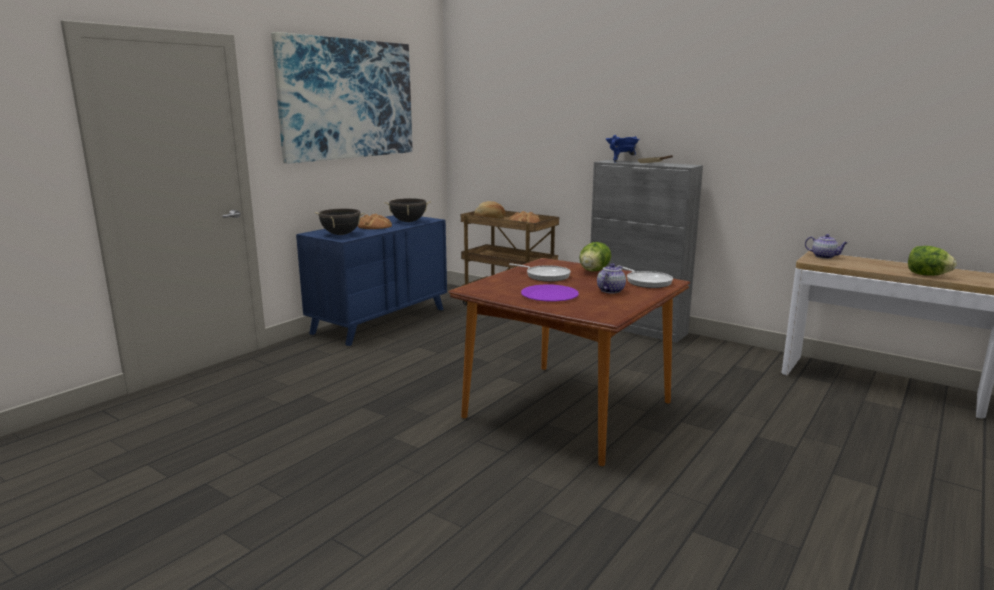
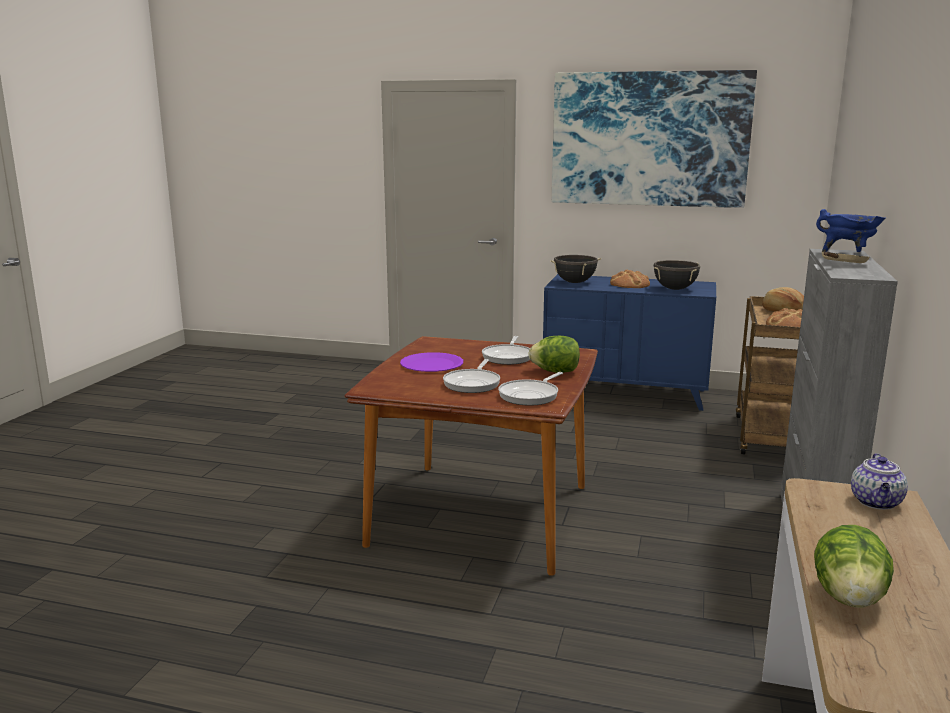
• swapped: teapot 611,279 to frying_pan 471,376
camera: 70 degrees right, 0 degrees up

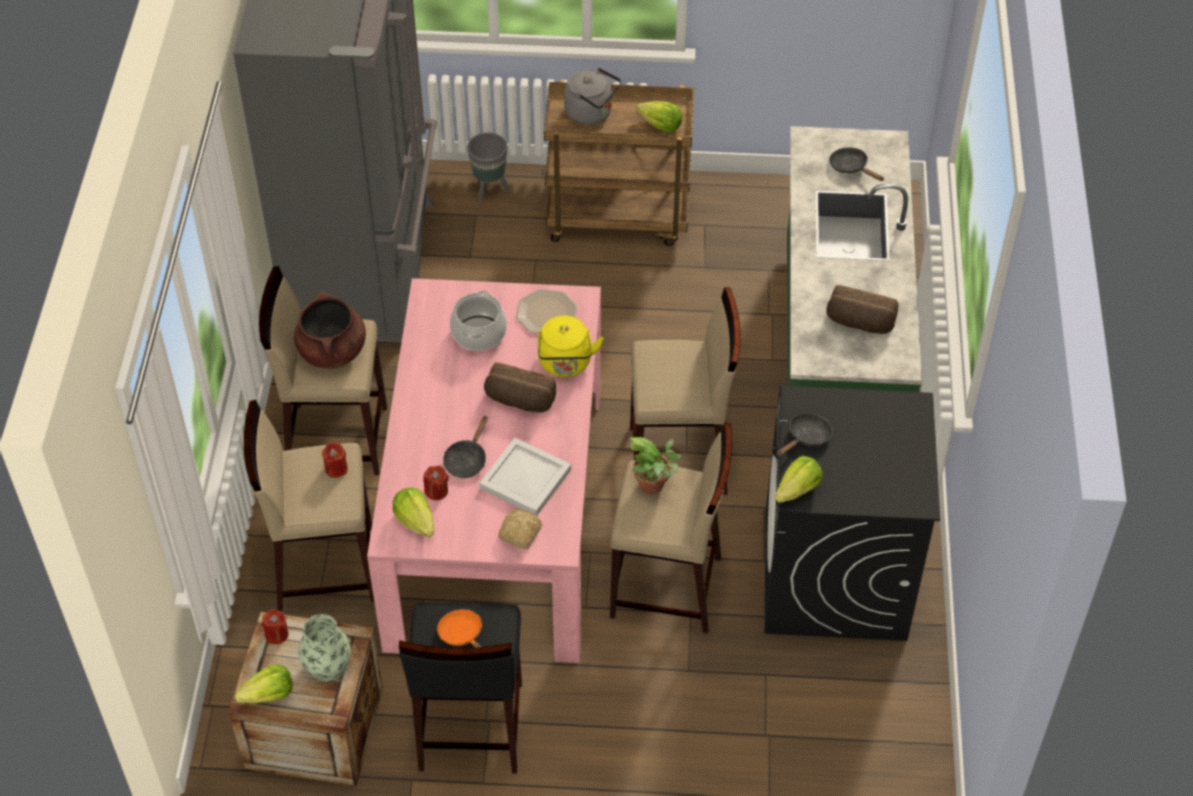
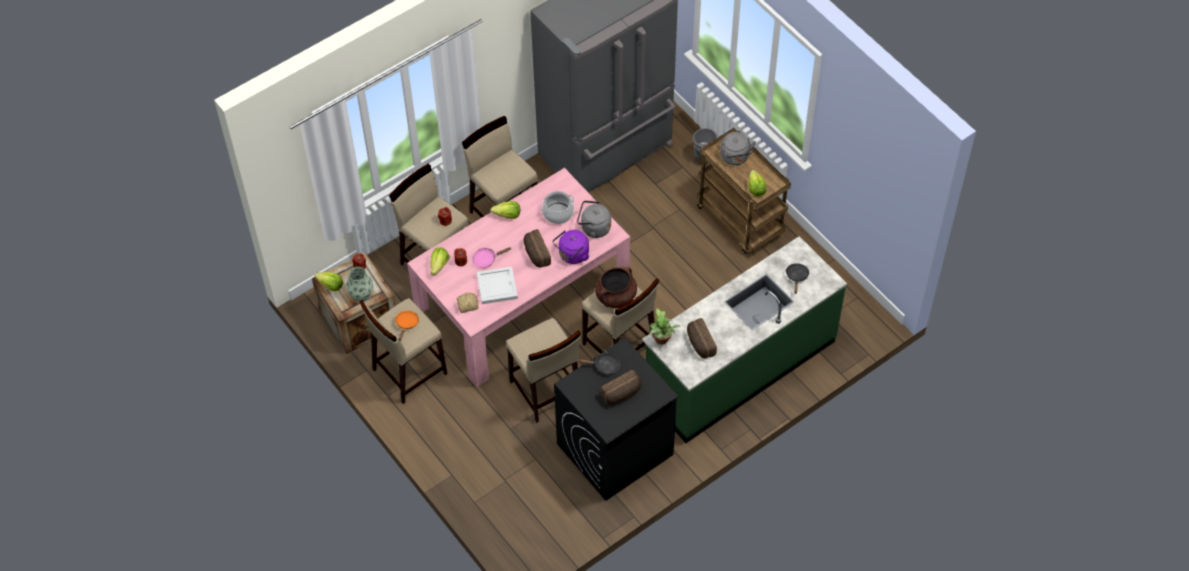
• swapped: plate 546,311 to grey_kettle 594,219
• shifted: brown_cooking_pot 330,330 to 616,287
• repainted: yellow_kettle 570,346 to purple_kettle 571,247
• repainted: black_frying_pan 465,446 to pink_frying_pan 492,257
• shifted: potted_plant 655,465 to 665,326
• shifted: lettuce 798,479 to 505,210
• repainted: black_stool 460,688 to beige_stool 403,351
• new: bread 621,387
camera: 50 degrees right, 5 degrees up

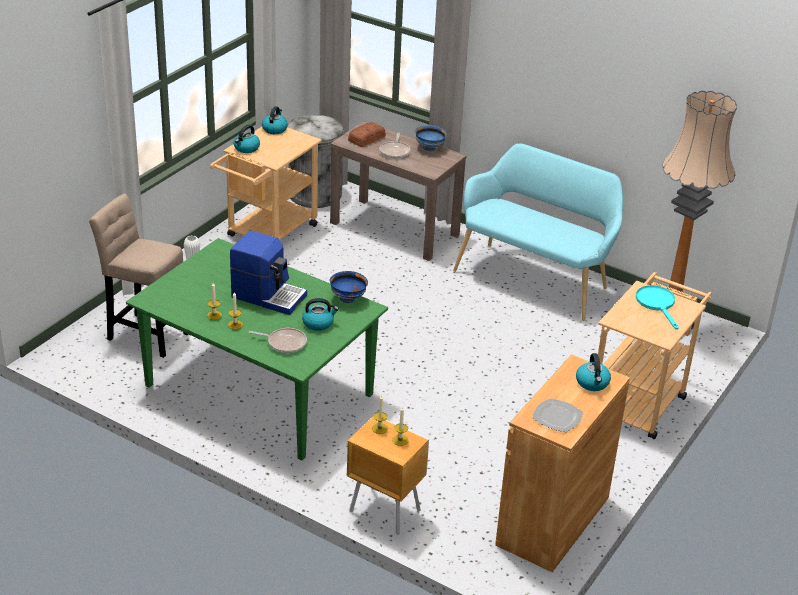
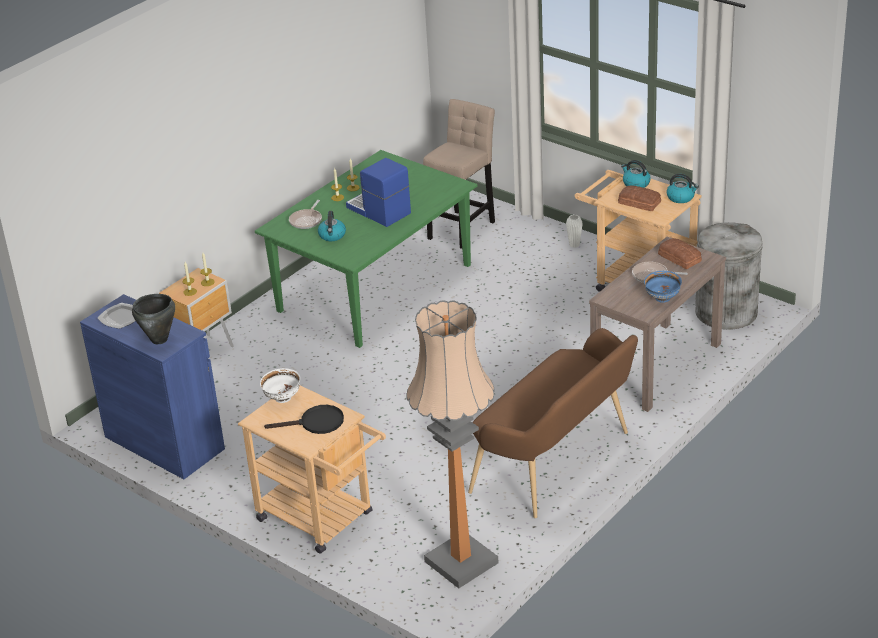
• repainted: turquoise_bench 538,232 to brown_bench 553,423
• rotated: coffee_machine 268,273 = 378,192 105 degrees clockwise
• gone: blue_bowl 349,287
• repainted: turquoise_frying_pan 657,307 to black_frying_pan 304,419
• swapped: kettle 593,372 to black_cooking_pot 153,319
• repainted: brown_cabinet 562,463 to blue_cabinet 152,386
• new: bread 639,198
• new: white_bowl 280,385
camera: 100 degrees right, 0 degrees up

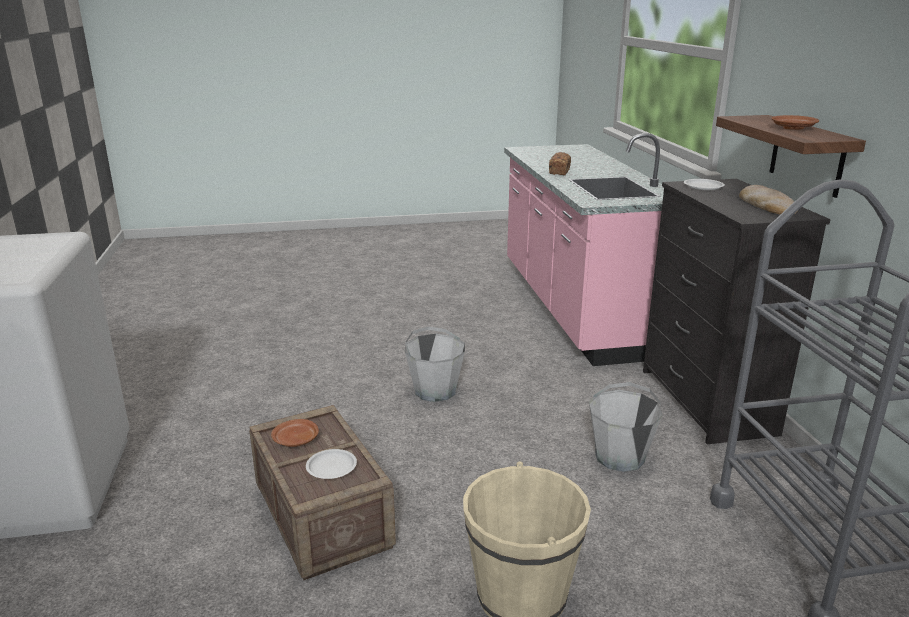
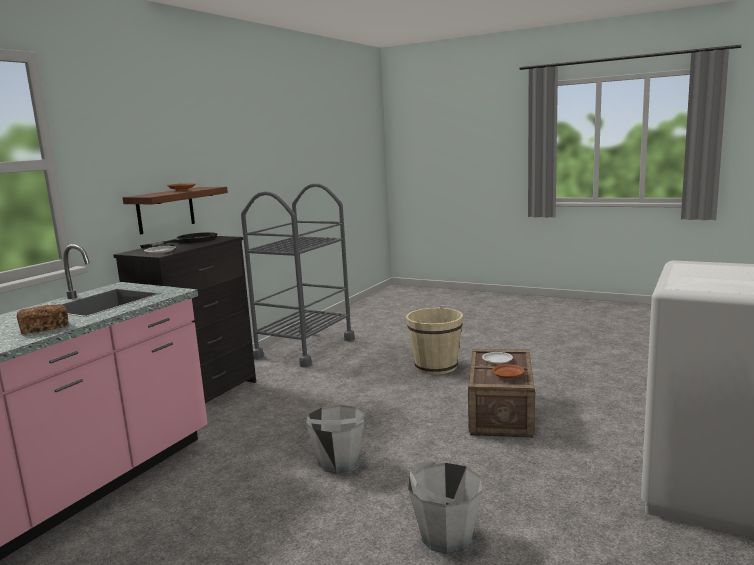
• swapped: bread 768,200 to black_frying_pan 178,240
• shifted: grey_bucket 626,427 to 445,508
camera: 140 degrees left, 10 degrees down

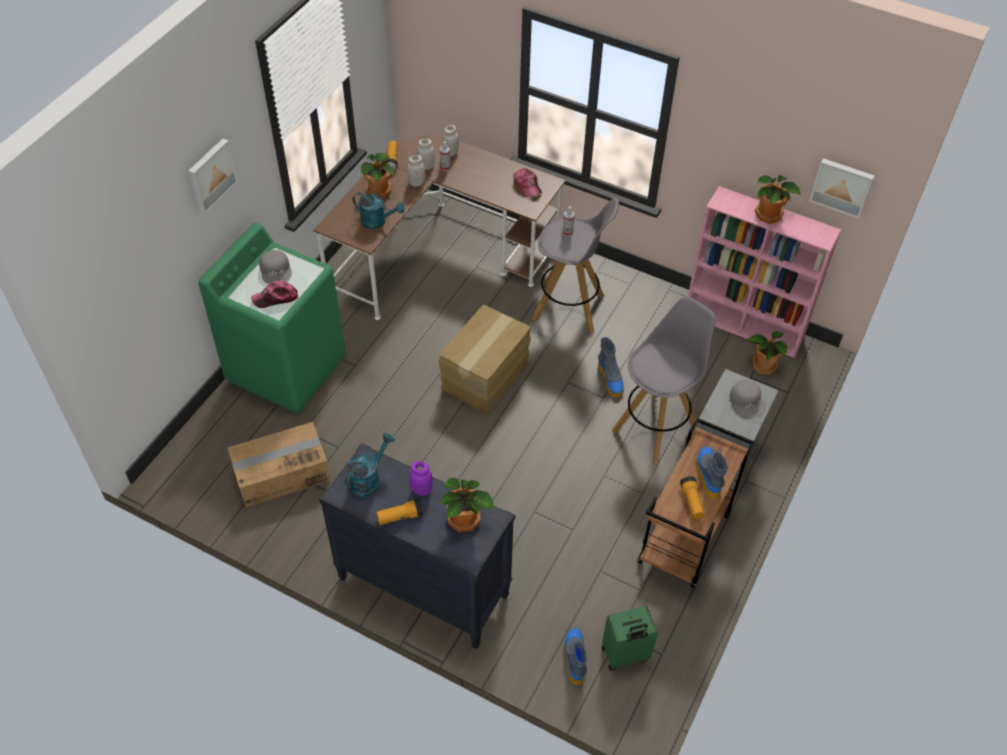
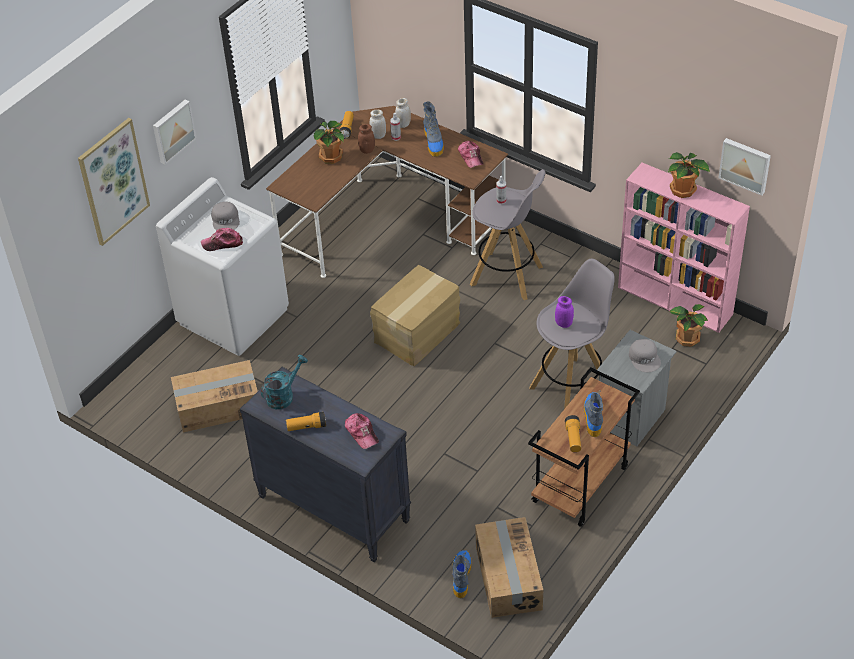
• repainted: white_jar 416,170 to brown_jar 366,139
• gone: turquoise_watering_can 379,210
• repainted: green_washing_machine 271,318 to white_washing_machine 222,266
• shifted: boot 611,367 to 433,129
• shifted: purple_jar 421,478 to 564,312
• swapped: potted_plant 466,505 to cap 362,431
• swapped: green_suitcase 630,638 to cardboard_box 509,567
• new: picture 114,182
camera: 10 degrees right, 5 degrees down

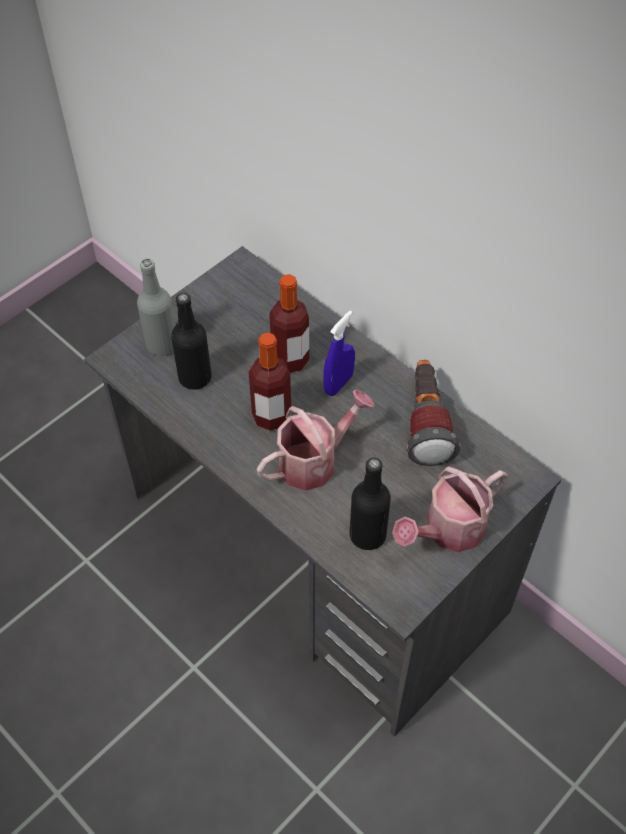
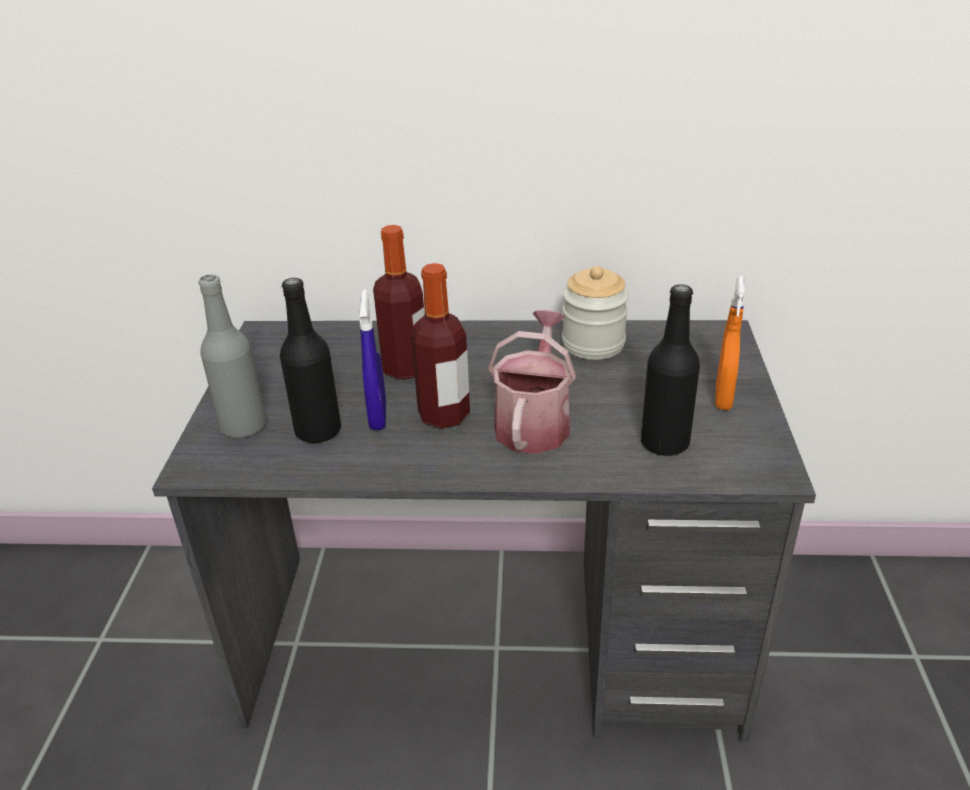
• shifted: blue_spray_bottle 339,353 to 372,359
• swapped: flashlight 433,413 to jar 595,313
• swapped: watering_can 450,509 to orange_spray_bottle 730,343
camera: 40 degrees left, 20 degrees down

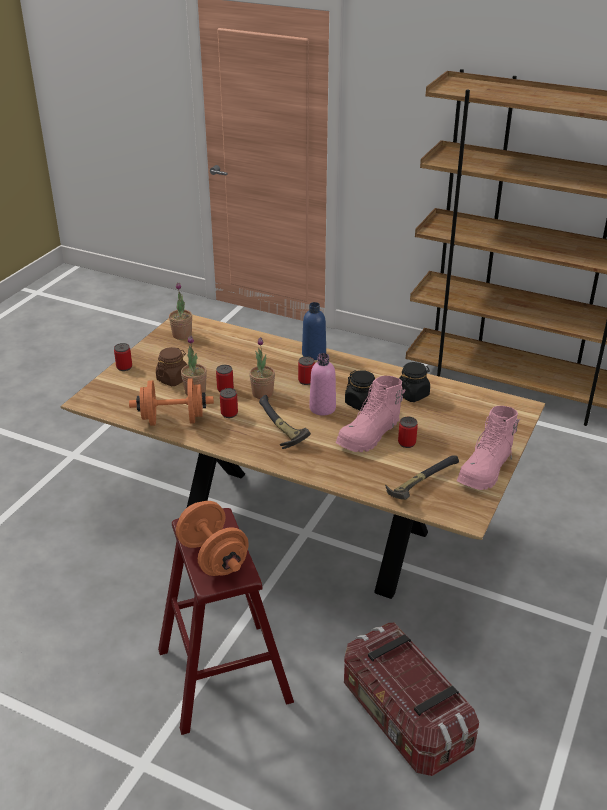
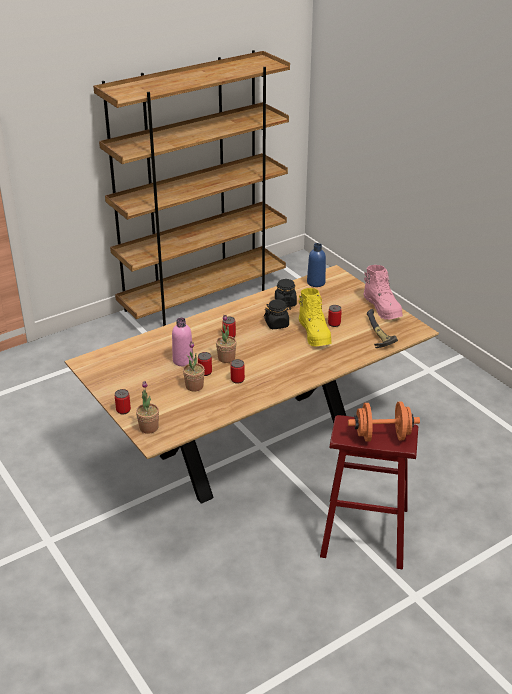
• shifted: potted_plant 180,311 to 147,407
• shifted: blue_bottle 314,331 to 316,265
• gone: brown_jar 171,366
• shifted: pink_bottle 322,384 to 183,342
• repainted: pink_boot 370,414 to yellow_boot 315,317
• gone: orange_dumbbell 171,402
• gone: hammer 285,422
• gone: storage_box 411,699
camera: 60 degrees left, 0 degrees up

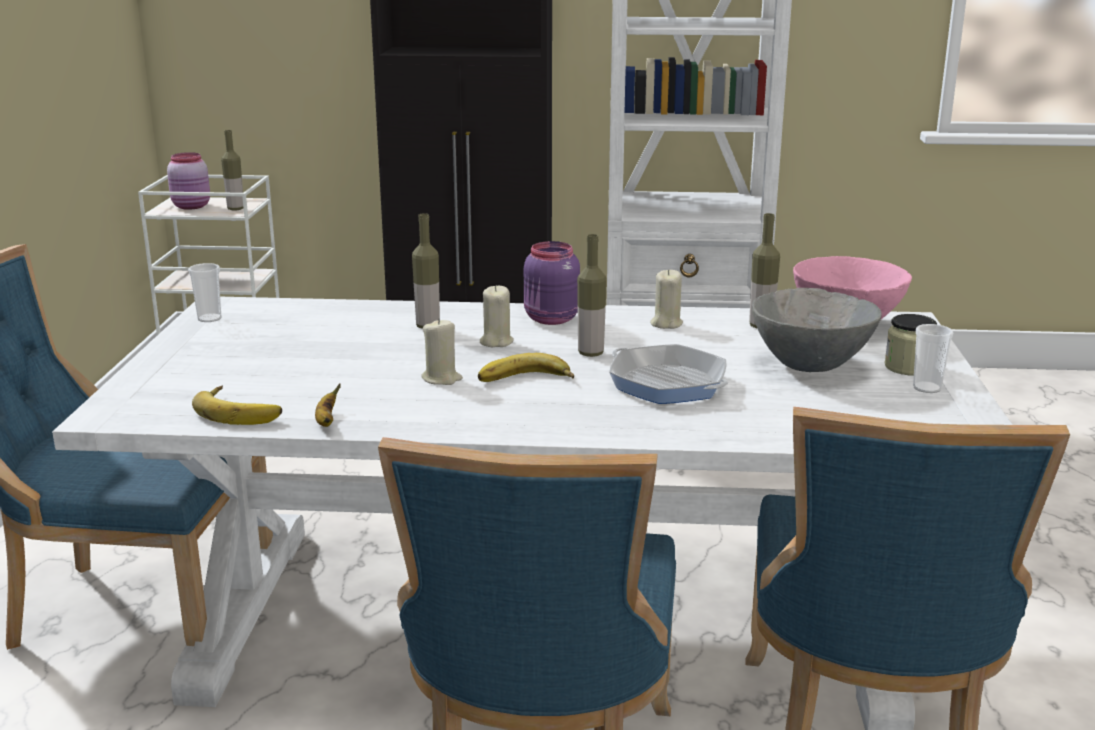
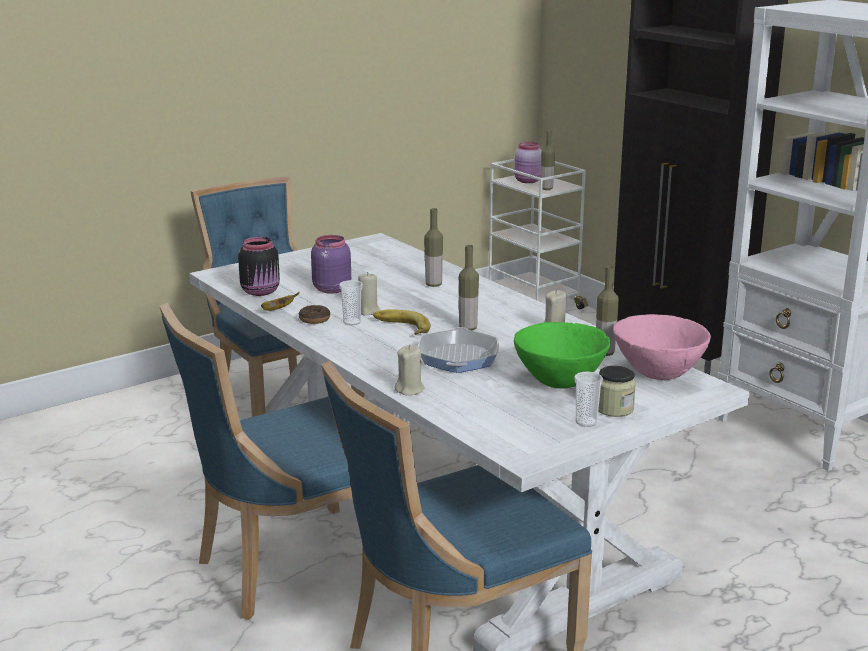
• shifted: purple_jar 552,283 to 331,264
• shifted: cup 205,292 to 351,302
• shifted: beige_candle 497,316 to 409,370
• repainted: grey_bowl 817,330 to green_bowl 562,355
• swapped: banana 237,405 to black_jar 259,266
• new: donut 314,314
camera: 50 degrees right, 0 degrees up

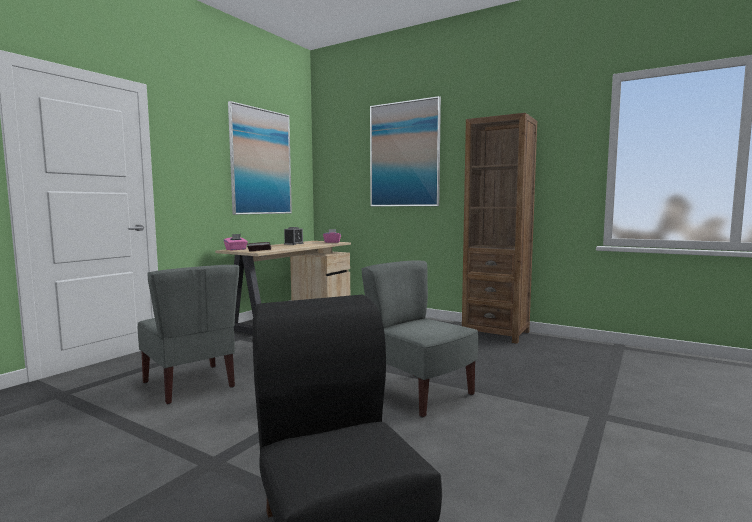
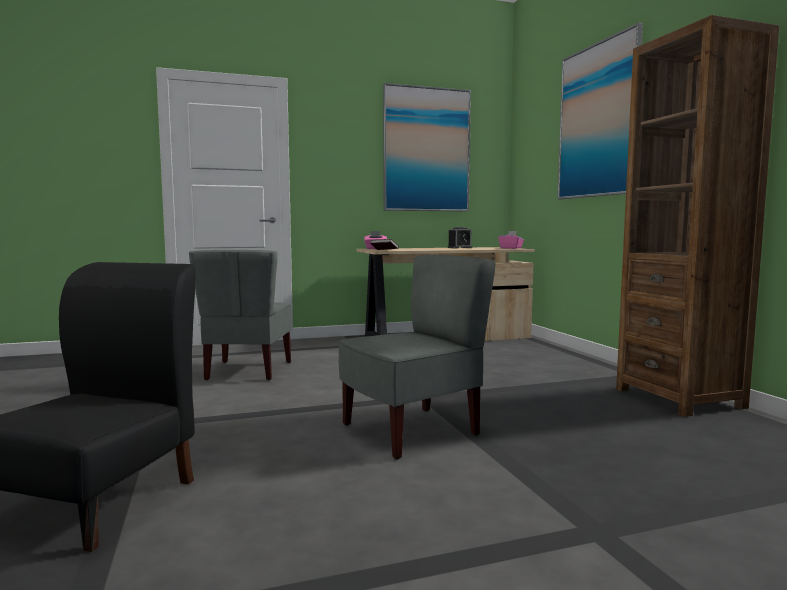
• rotated: grey_chair 420,339 = 417,357 60 degrees clockwise
camera: 40 degrees right, 0 degrees up

